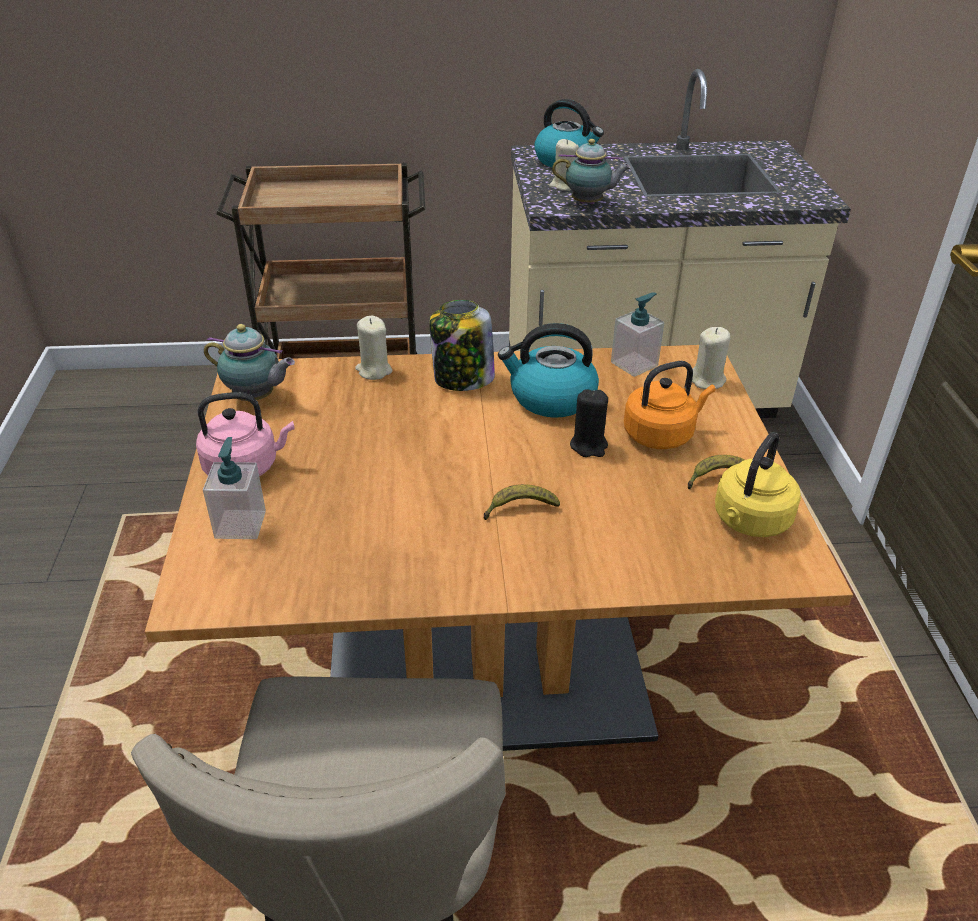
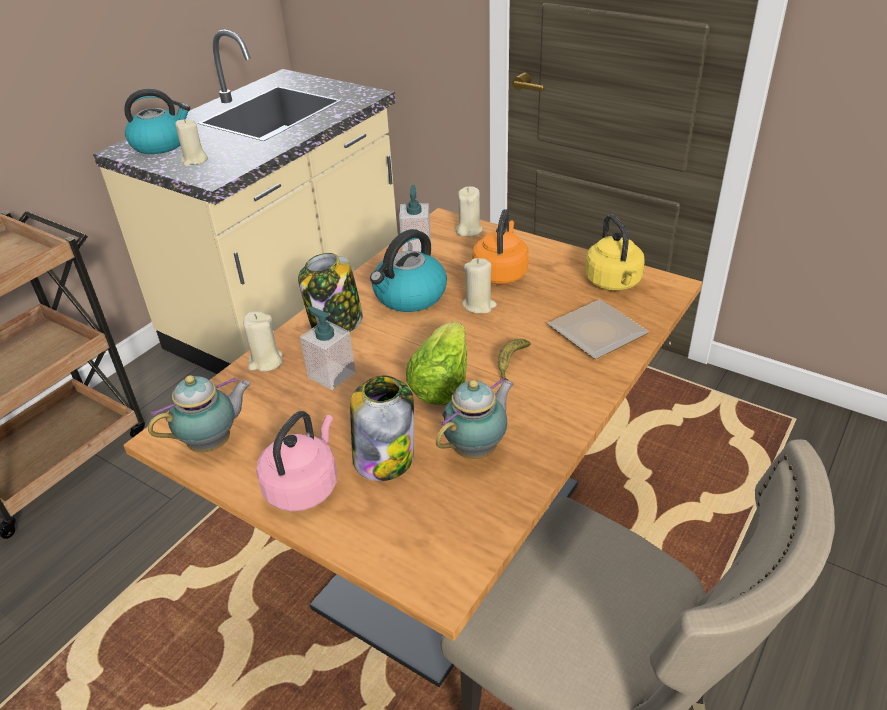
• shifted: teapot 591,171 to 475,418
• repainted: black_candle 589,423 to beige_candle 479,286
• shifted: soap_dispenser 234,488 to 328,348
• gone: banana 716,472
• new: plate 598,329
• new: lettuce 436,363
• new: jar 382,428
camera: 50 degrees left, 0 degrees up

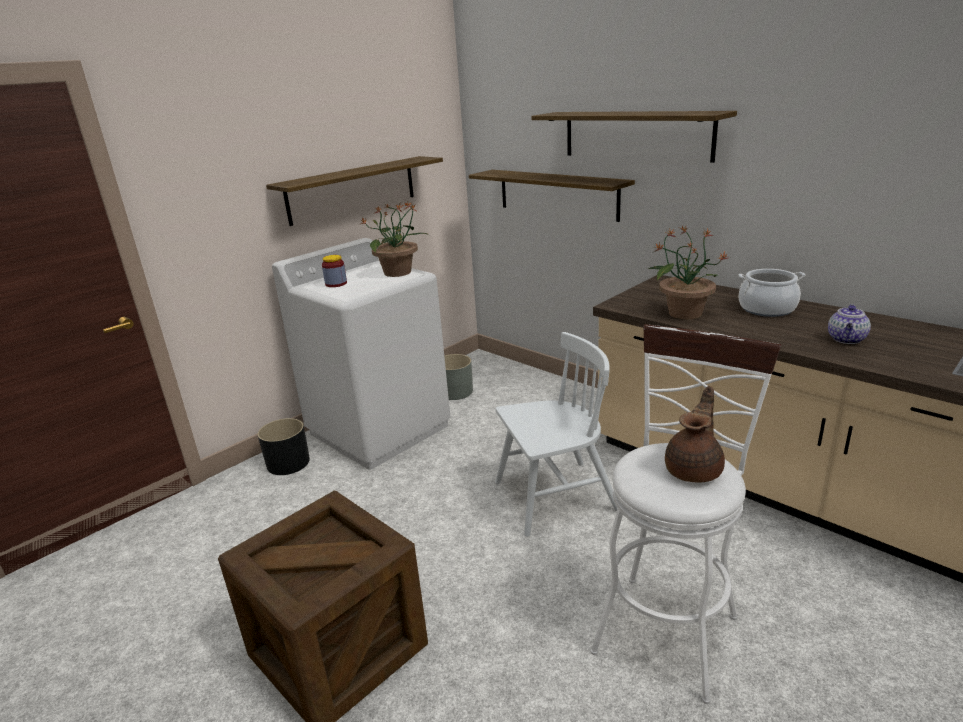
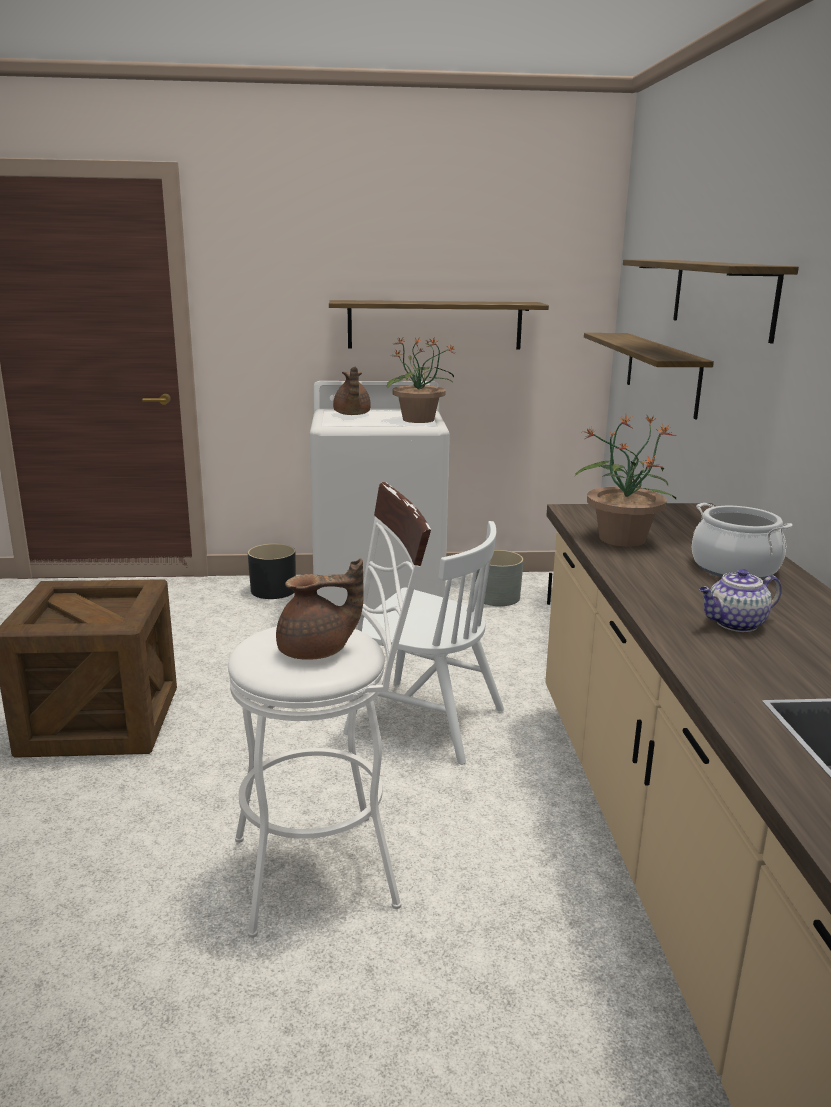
• swapped: jar 334,271 to brown_teapot 352,391
camera: 40 degrees right, 5 degrees down

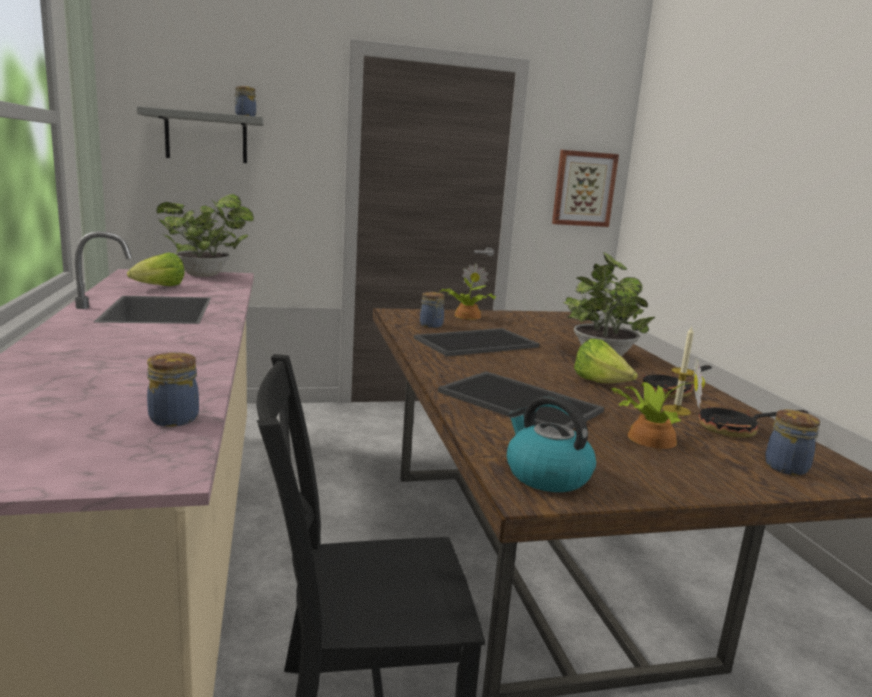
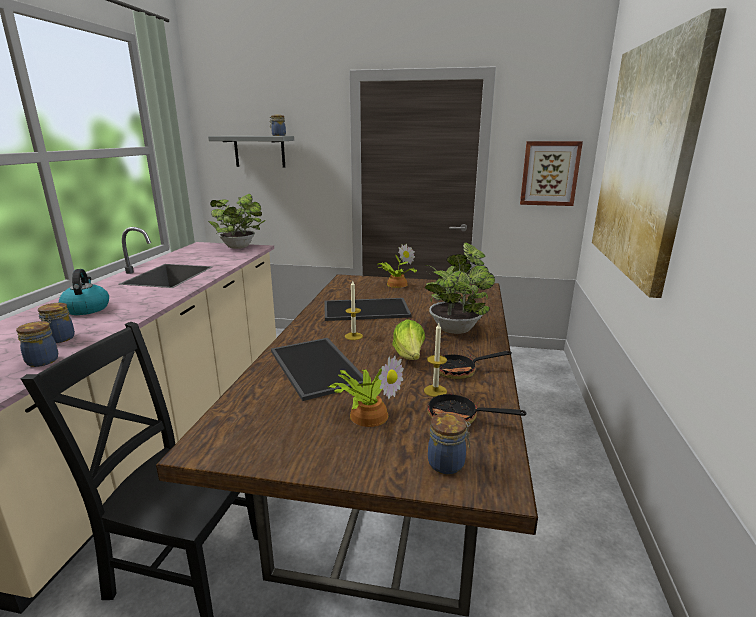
• gone: lettuce 156,269
• shifted: jar 432,310 to 56,323
• shifted: kettle 551,443 to 84,292
• new: picture 659,153
• new: candle 354,310
camera: 25 degrees right, 5 degrees up

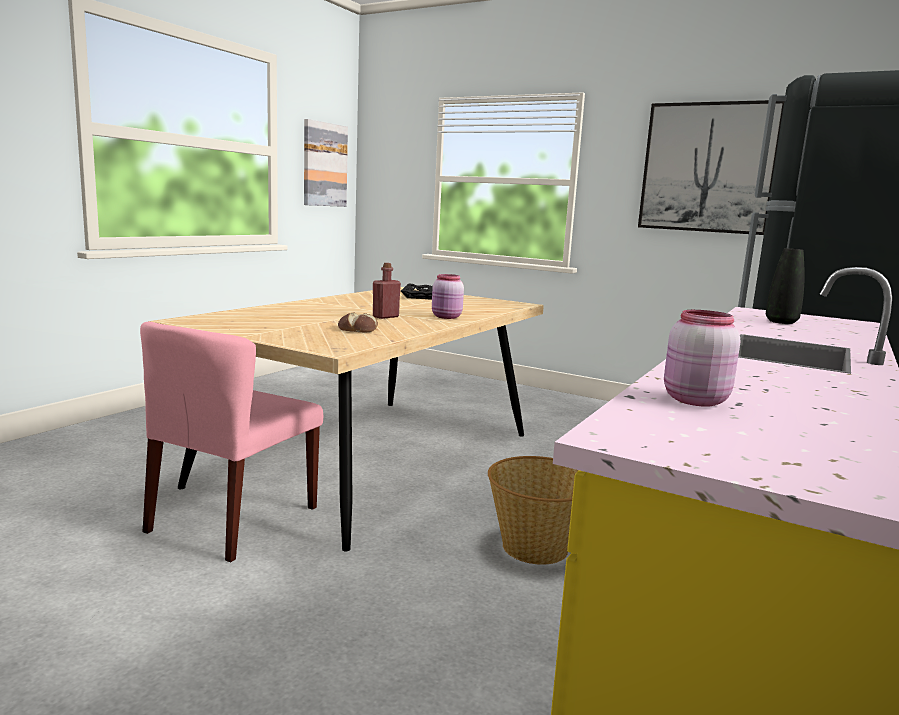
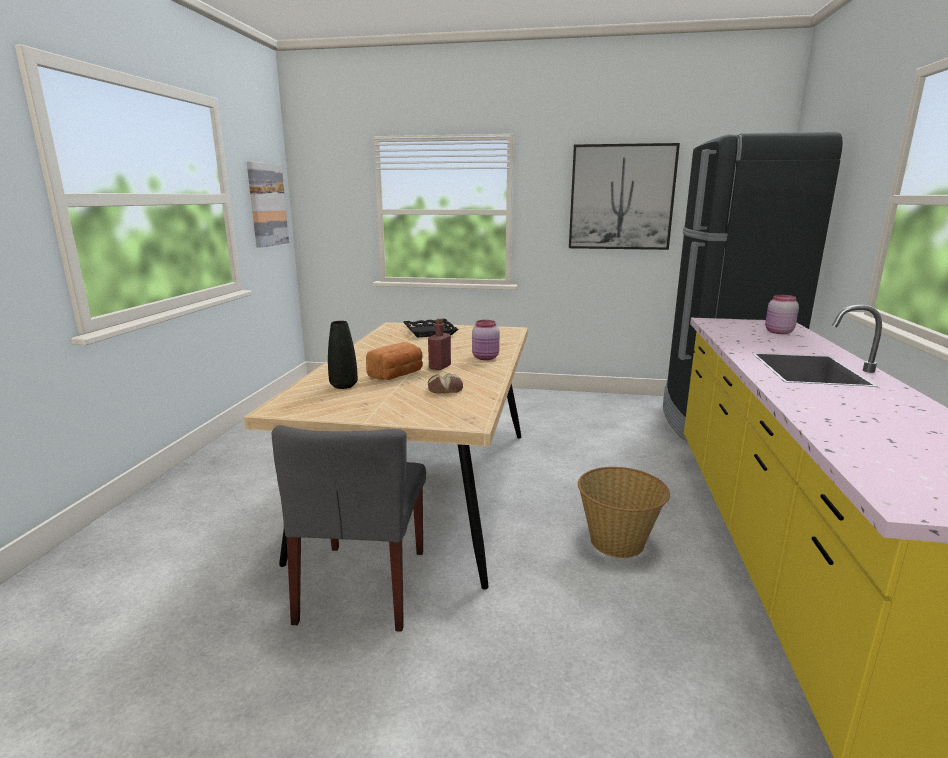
• shifted: black_vase 785,286 to 343,355
• shifted: pink_jar 702,358 to 782,314
• repainted: pink_chair 231,442 to grey_chair 349,528
• new: bread 394,361
camera: 20 degrees left, 5 degrees up

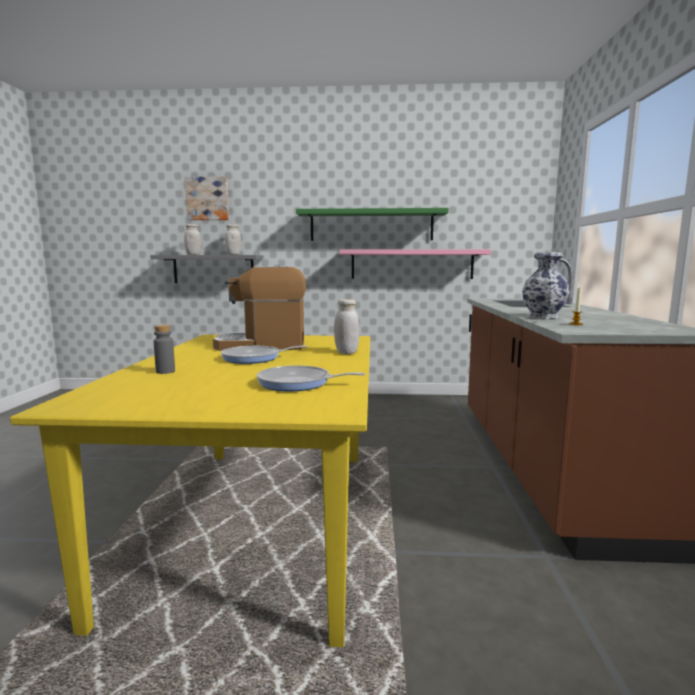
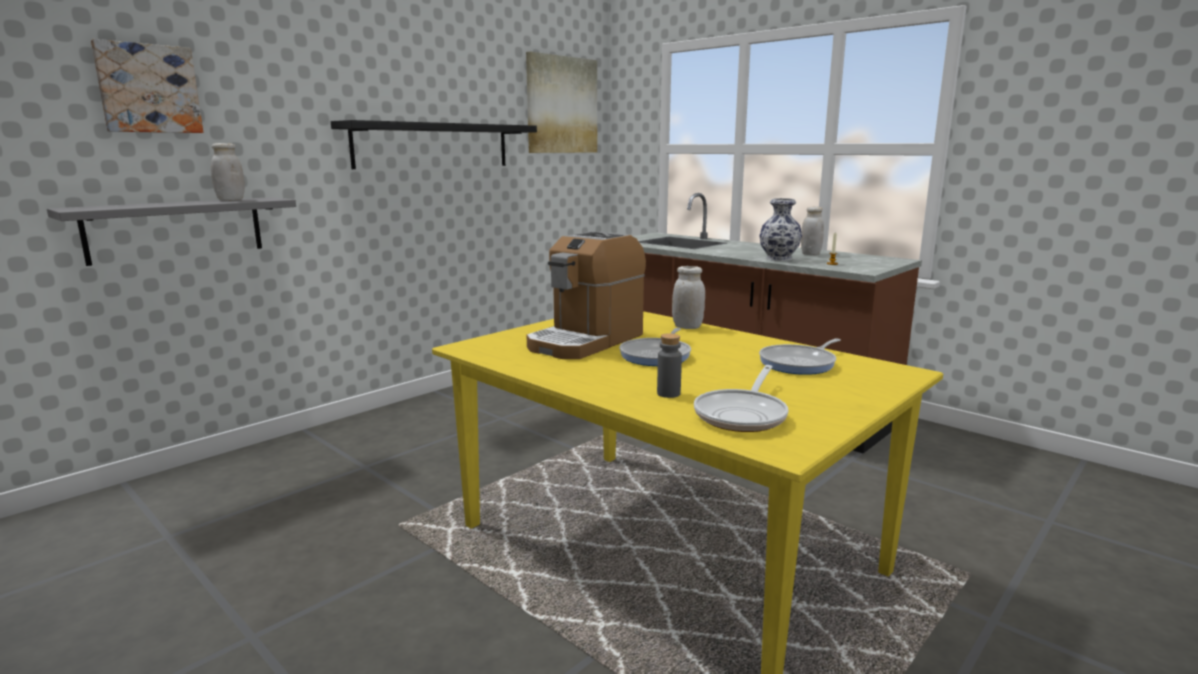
• repainted: green_shelf 372,224 to black_shelf 434,144
• shifted: white_jar 192,239 to 812,231
• gone: pink_shelf 415,264
• new: picture 561,102
• new: frying_pan 741,398
camera: 50 degrees left, 5 degrees up

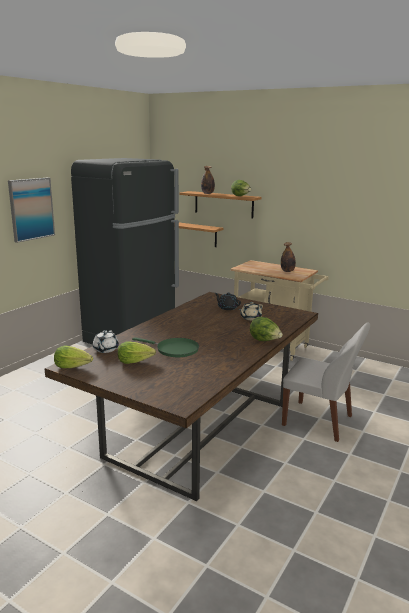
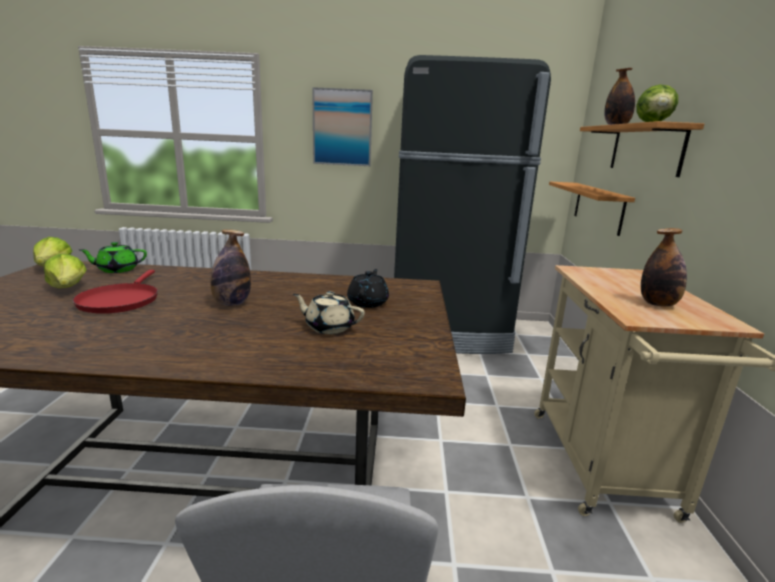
• gone: lettuce 266,329
• repainted: white_teapot 106,342 to green_teapot 113,257
• repainted: green_frying_pan 165,347 to red_frying_pan 115,292
• new: bottle 230,268
camera: 60 degrees right, 0 degrees up

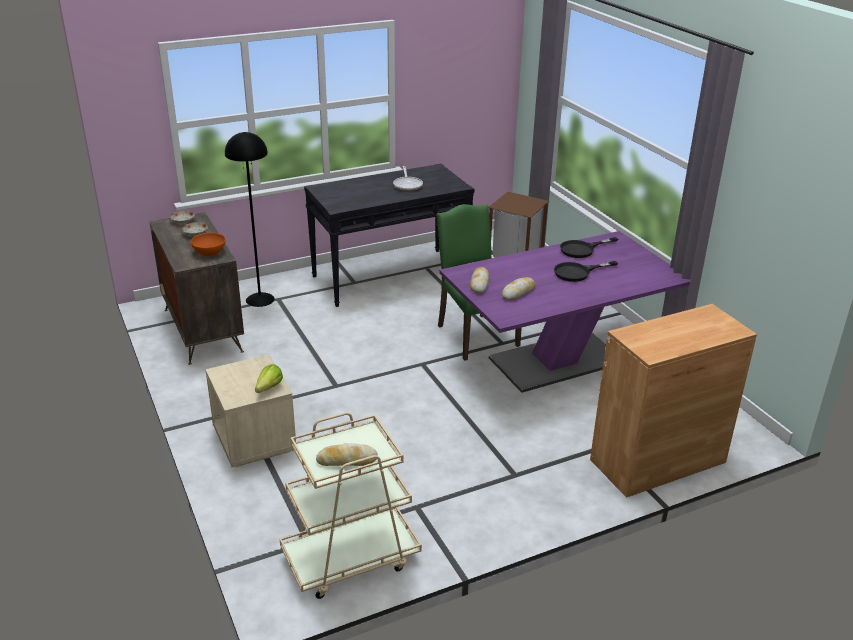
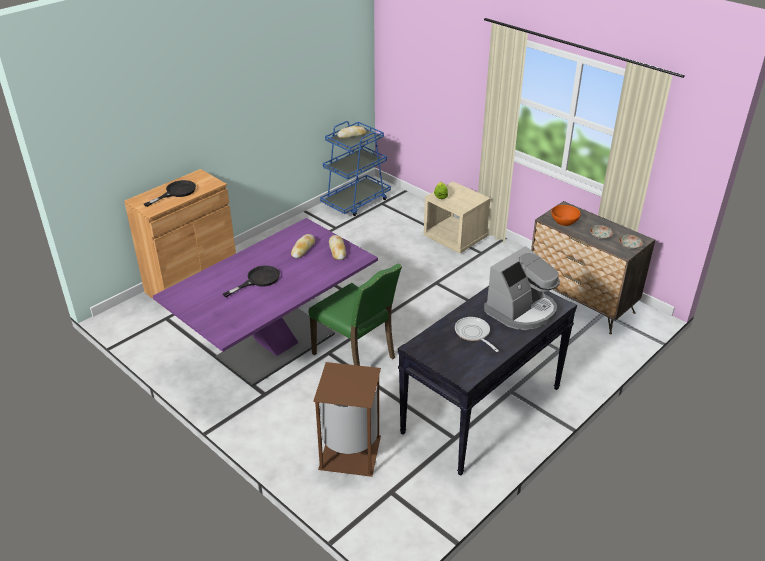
• gone: black_floor_lamp 250,219
• shifted: black_frying_pan 589,247 to 170,193
• repainted: beige_cart 350,505 to blue_cart 355,168
• new: coffee_machine 522,288
camera: 160 degrees right, 5 degrees up

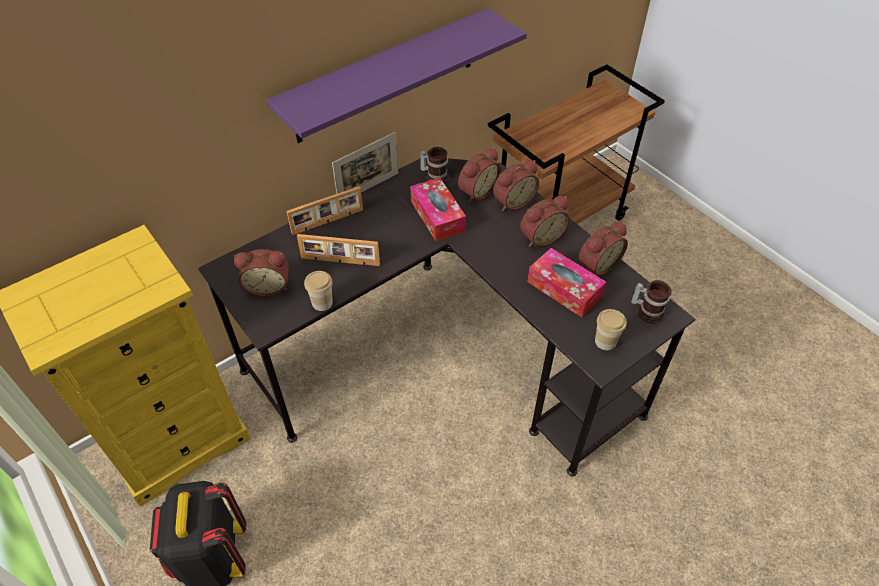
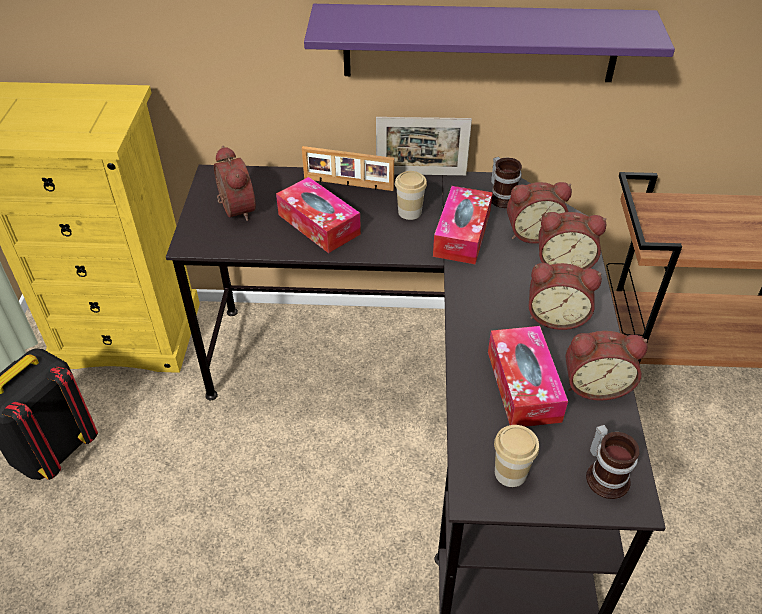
• swapped: picture_frame 338,250 to tissue_box 318,215
• rotated: alarm_clock 261,273 = 235,183 150 degrees counterclockwise
• shifted: cup 318,291 to 411,195
camera: 40 degrees right, 5 degrees down

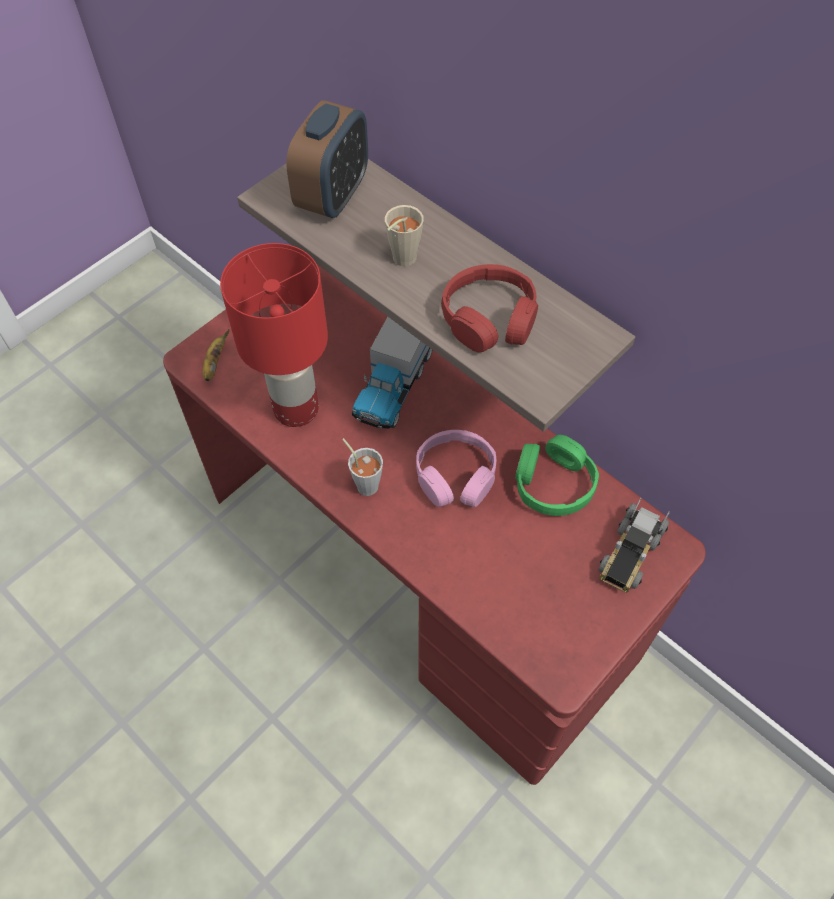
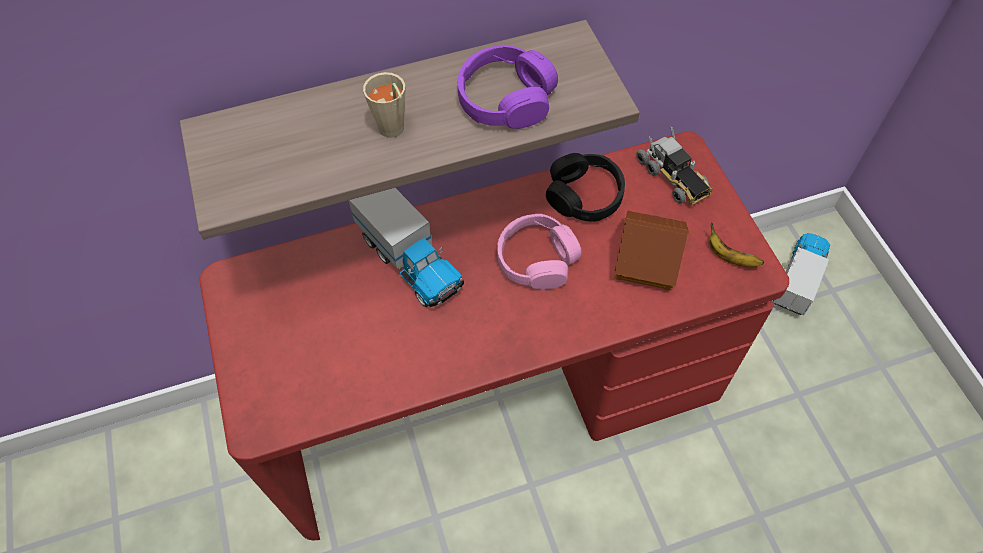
• gone: alarm_clock 327,159
• gone: red_table_lamp 274,335
• repainted: red_headphones 489,308 to purple_headphones 508,87
• shifted: banana 215,355 to 736,244
• repainted: green_headphones 557,475 to black_headphones 585,187
• gone: grey_cup 362,467
• new: toy_house 652,250
• new: toy_truck 801,274
camera: 60 degrees left, 0 degrees up

